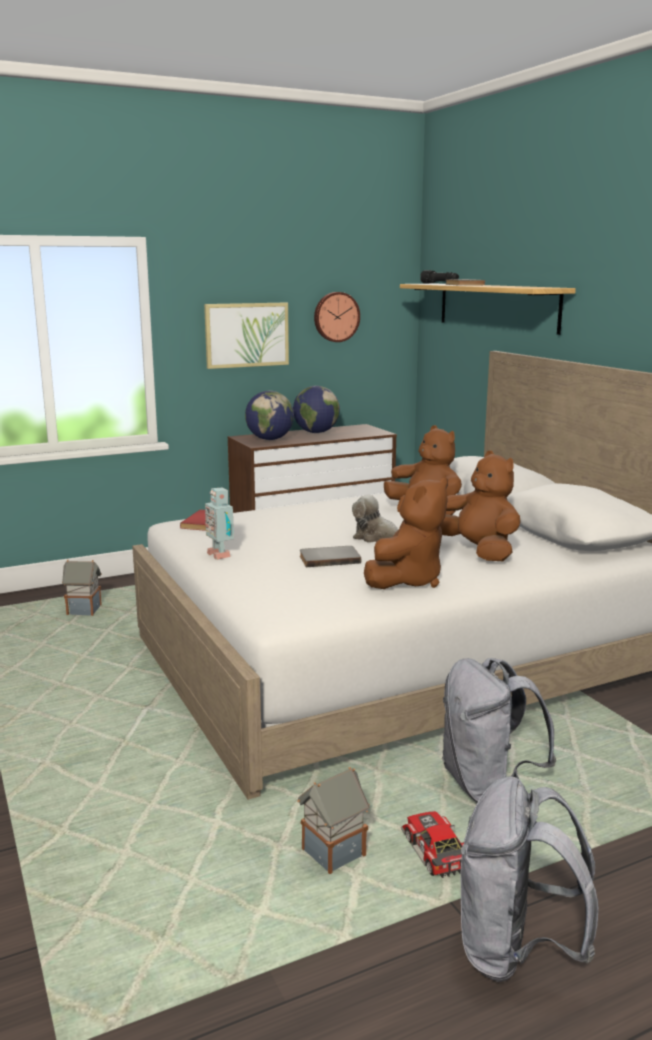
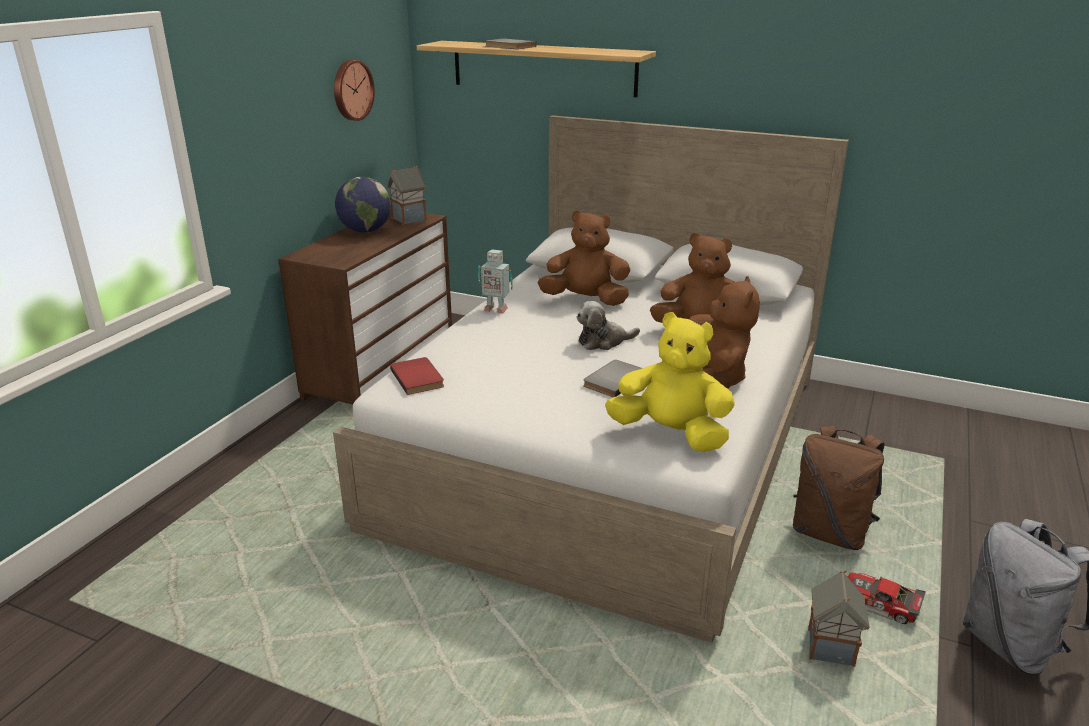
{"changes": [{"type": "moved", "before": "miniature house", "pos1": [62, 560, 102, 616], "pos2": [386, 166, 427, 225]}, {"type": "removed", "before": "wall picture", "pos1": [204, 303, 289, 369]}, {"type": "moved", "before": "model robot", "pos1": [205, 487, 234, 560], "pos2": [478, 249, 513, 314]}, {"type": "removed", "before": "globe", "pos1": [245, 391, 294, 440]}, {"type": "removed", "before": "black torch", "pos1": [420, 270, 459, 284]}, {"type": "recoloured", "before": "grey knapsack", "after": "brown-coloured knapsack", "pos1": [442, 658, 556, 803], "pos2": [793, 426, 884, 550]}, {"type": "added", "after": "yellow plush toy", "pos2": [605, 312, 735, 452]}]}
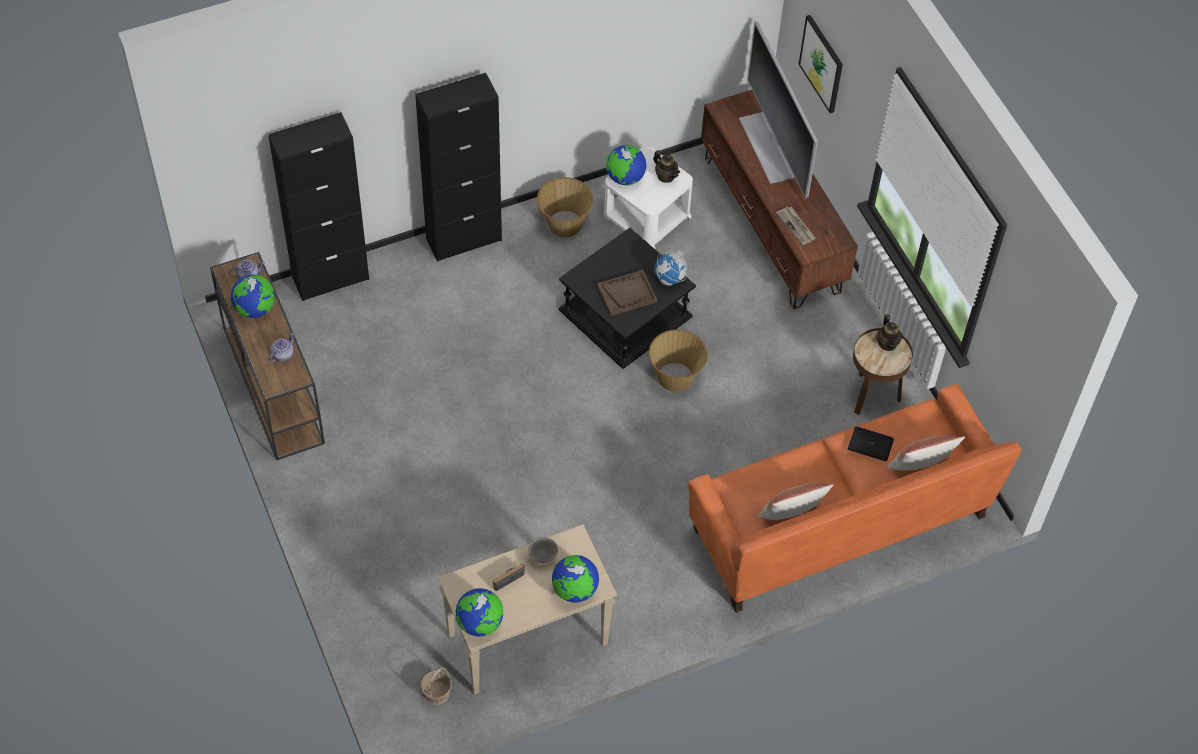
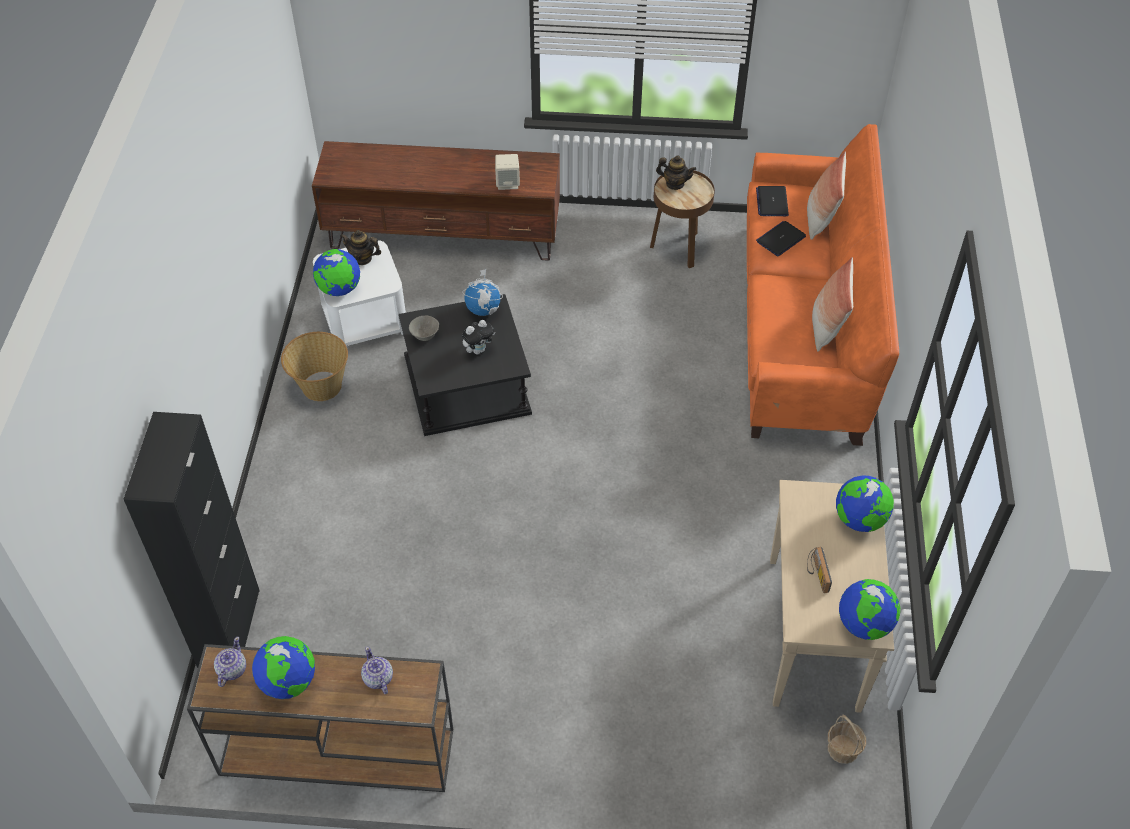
{"changes": [{"type": "removed", "before": "black cupboard", "pos1": [415, 73, 502, 262]}, {"type": "moved", "before": "grey deep dish", "pos1": [528, 537, 558, 563], "pos2": [409, 316, 439, 341]}, {"type": "replaced", "before": "brown-coloured serving tray", "after": "plush toy", "pos1": [597, 270, 657, 316], "pos2": [462, 320, 495, 354]}, {"type": "removed", "before": "household basket", "pos1": [649, 329, 708, 392]}, {"type": "turned", "before": "pot for tea", "pos1": [653, 150, 680, 183], "pos2": [340, 230, 381, 265], "turn": -150}, {"type": "removed", "before": "TV", "pos1": [739, 21, 818, 199]}, {"type": "replaced", "before": "daily paper", "after": "sand-coloured loudspeaker", "pos1": [776, 207, 816, 245], "pos2": [495, 154, 520, 190]}, {"type": "removed", "before": "wall picture", "pos1": [799, 15, 843, 113]}, {"type": "added", "after": "notebook computer", "pos2": [756, 186, 789, 216]}]}
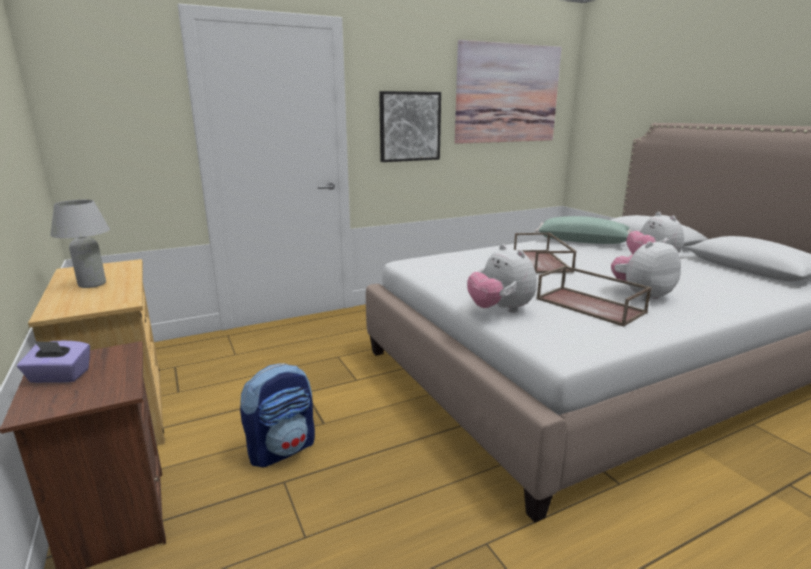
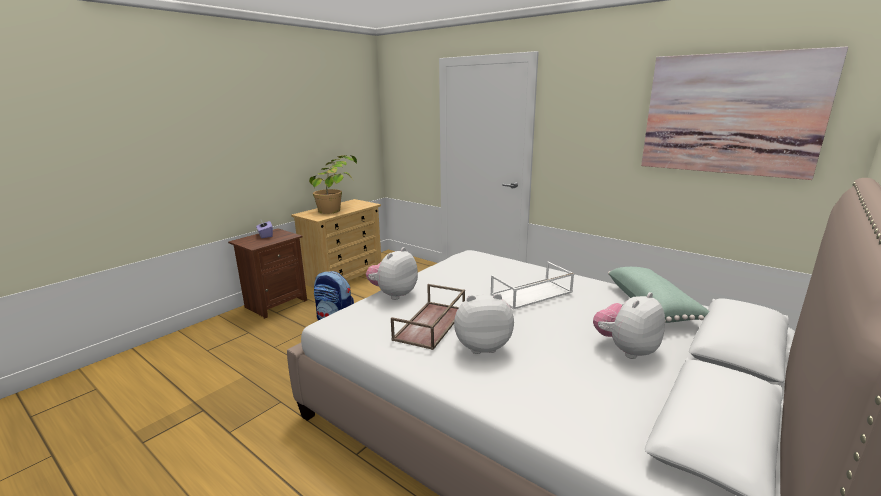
{"changes": [{"type": "replaced", "before": "white-coloured lamp for a table", "after": "houseplant", "pos1": [50, 200, 110, 288], "pos2": [309, 155, 357, 214]}, {"type": "removed", "before": "wall picture", "pos1": [379, 91, 441, 162]}, {"type": "recoloured", "before": "brown-coloured serving tray", "after": "white-coloured serving tray", "pos1": [514, 233, 577, 273], "pos2": [490, 262, 574, 310]}, {"type": "turned", "before": "plush toy", "pos1": [611, 239, 681, 301], "pos2": [454, 293, 514, 354], "turn": -45}]}
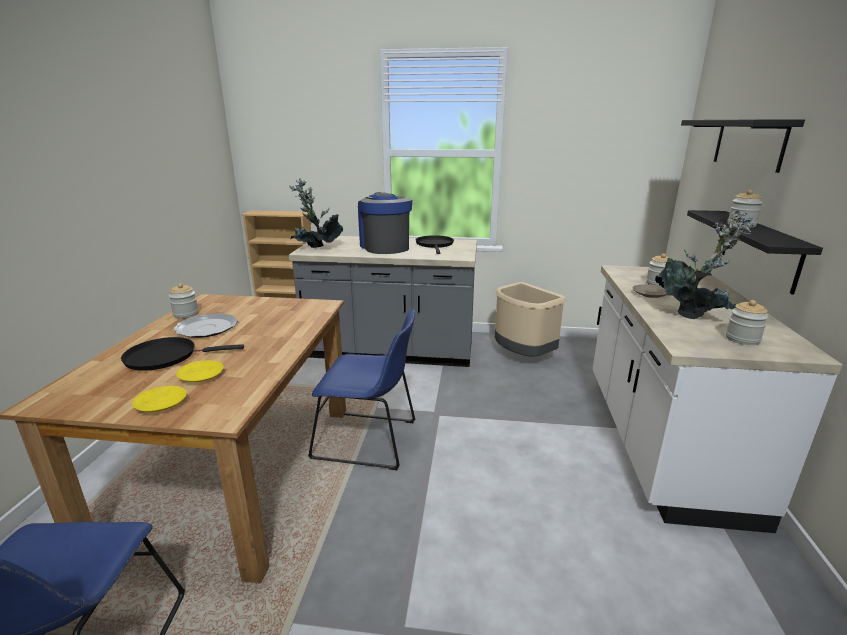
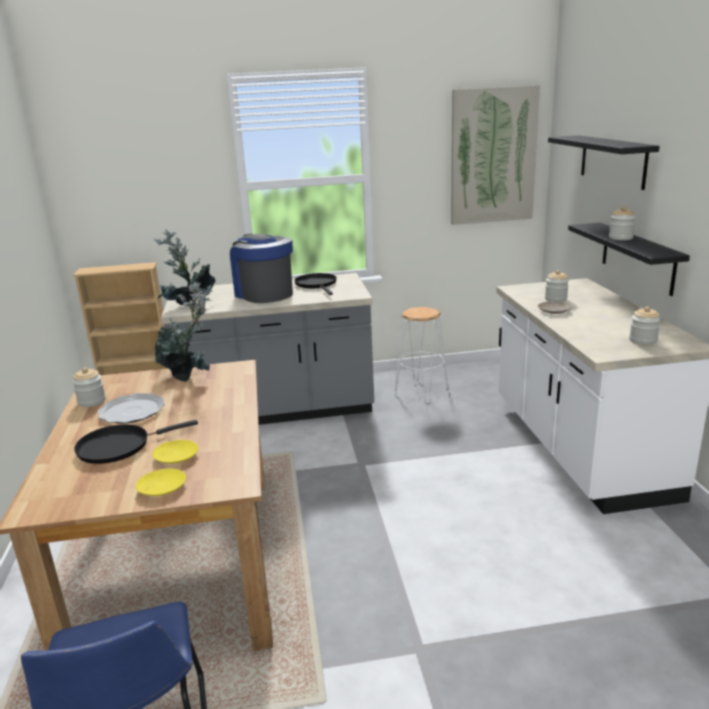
{"changes": [{"type": "removed", "before": "bluish chair", "pos1": [308, 309, 415, 470]}, {"type": "replaced", "before": "sand-coloured trash can", "after": "white-coloured stool", "pos1": [495, 282, 566, 357], "pos2": [395, 307, 449, 403]}, {"type": "moved", "before": "houseplant", "pos1": [655, 211, 754, 319], "pos2": [154, 282, 213, 382]}, {"type": "added", "after": "wall picture", "pos2": [451, 85, 540, 225]}]}
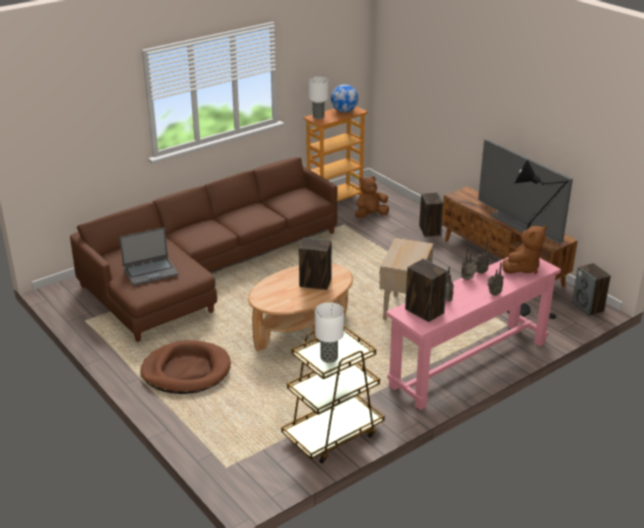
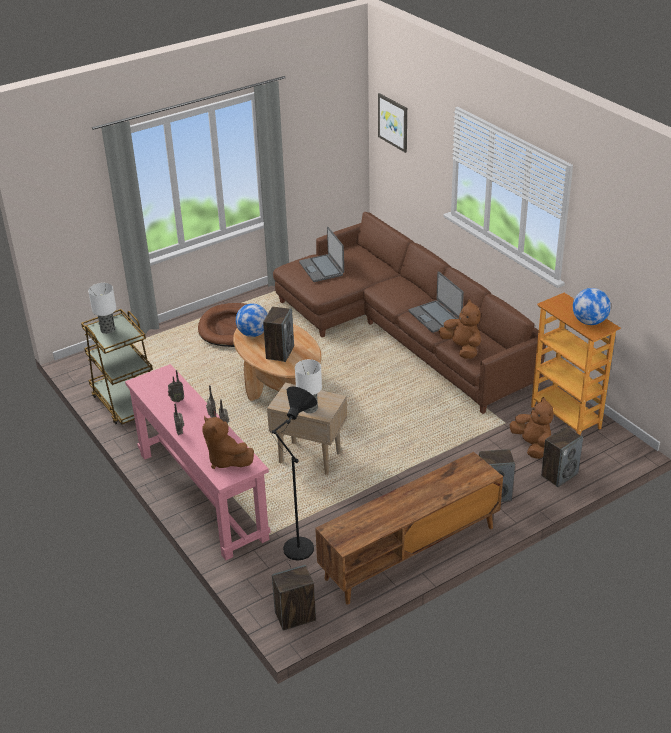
{"changes": [{"type": "moved", "before": "lamp for a table", "pos1": [309, 77, 328, 119], "pos2": [295, 359, 322, 413]}, {"type": "moved", "before": "loudspeaker", "pos1": [405, 259, 448, 322], "pos2": [541, 427, 583, 487]}, {"type": "removed", "before": "TV", "pos1": [478, 139, 573, 244]}, {"type": "added", "after": "globe", "pos2": [236, 304, 268, 337]}, {"type": "added", "after": "wall picture", "pos2": [378, 93, 407, 153]}, {"type": "added", "after": "notebook computer", "pos2": [409, 271, 464, 333]}, {"type": "added", "after": "brown-coloured plush toy", "pos2": [439, 300, 481, 359]}]}
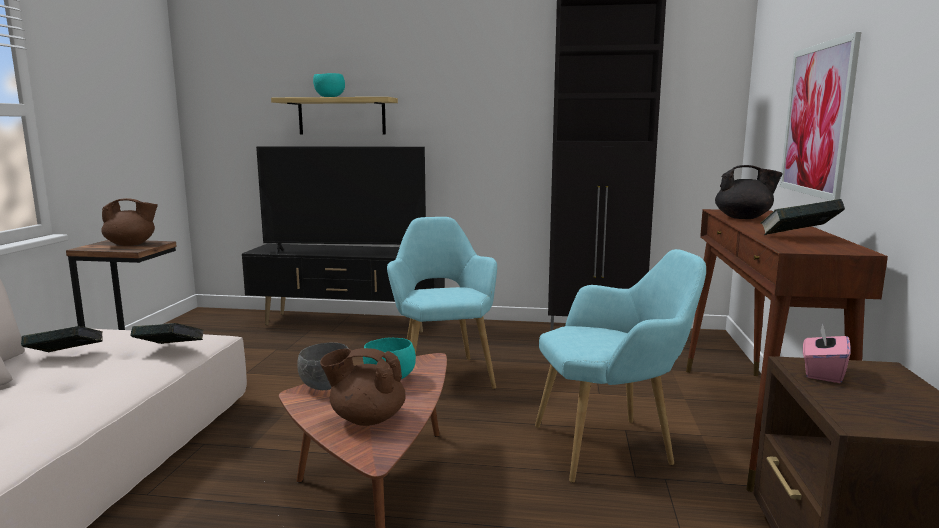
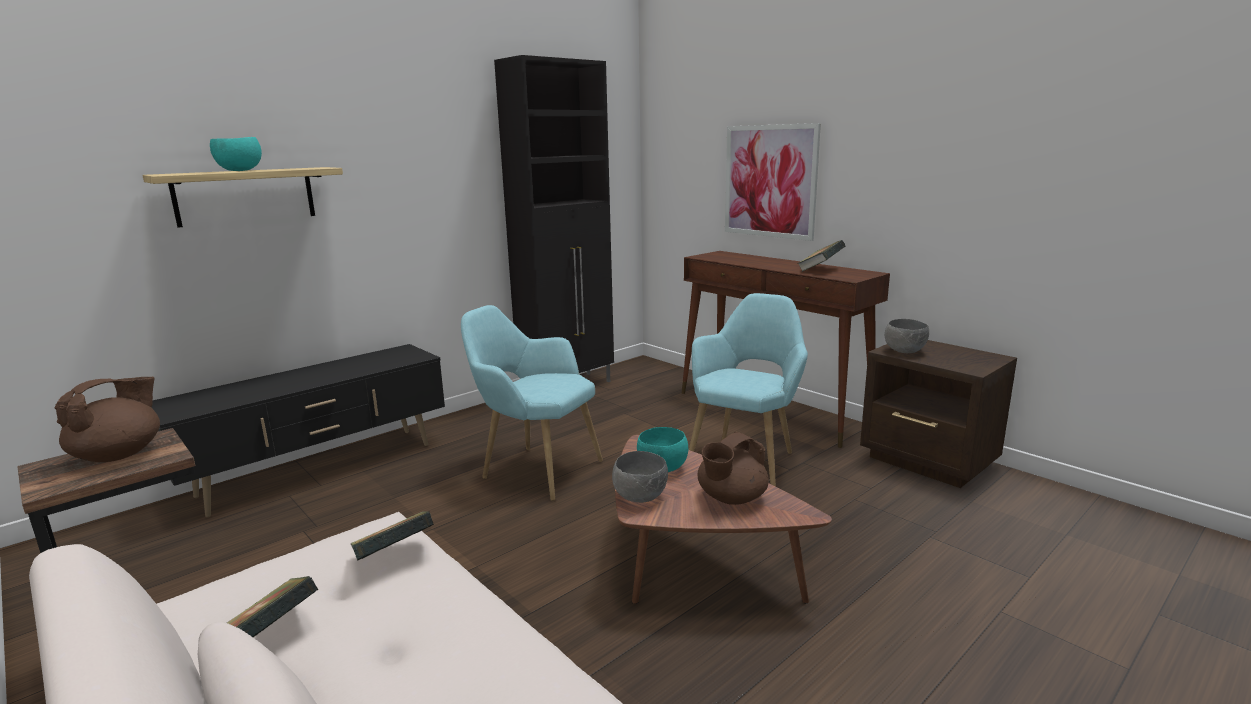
{"changes": [{"type": "removed", "before": "TV", "pos1": [256, 146, 426, 254]}, {"type": "removed", "before": "black pot for tea", "pos1": [715, 165, 783, 219]}, {"type": "replaced", "before": "pink tissue box", "after": "grey deep dish", "pos1": [803, 323, 851, 383], "pos2": [885, 319, 929, 354]}]}
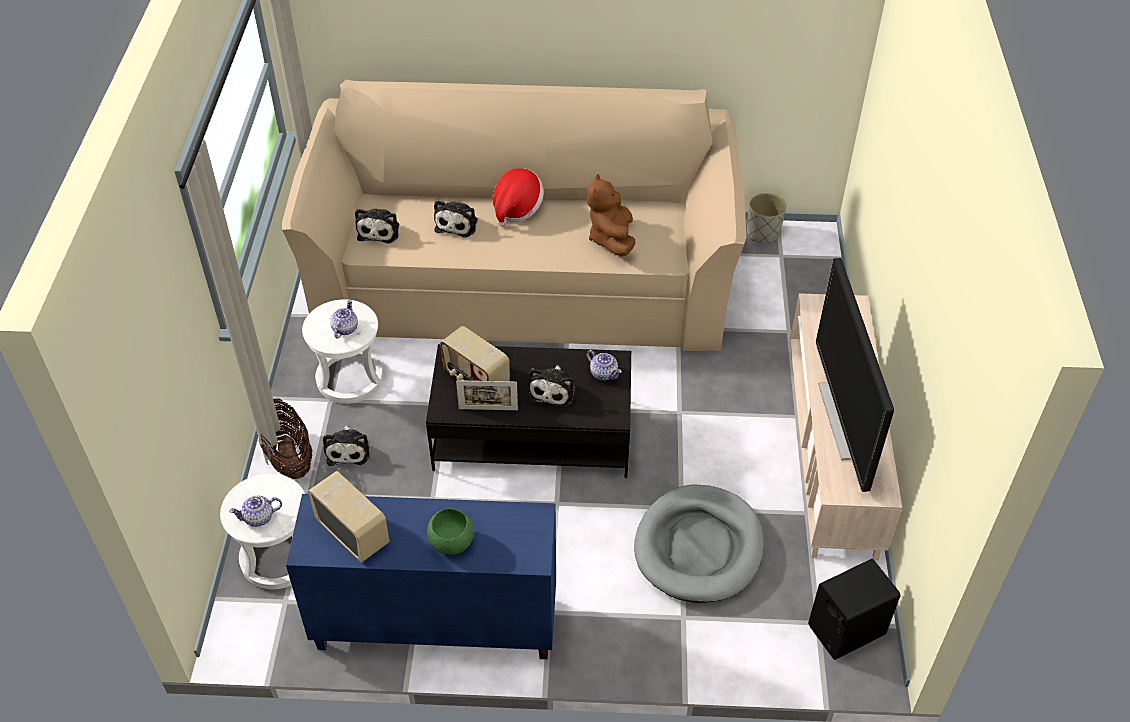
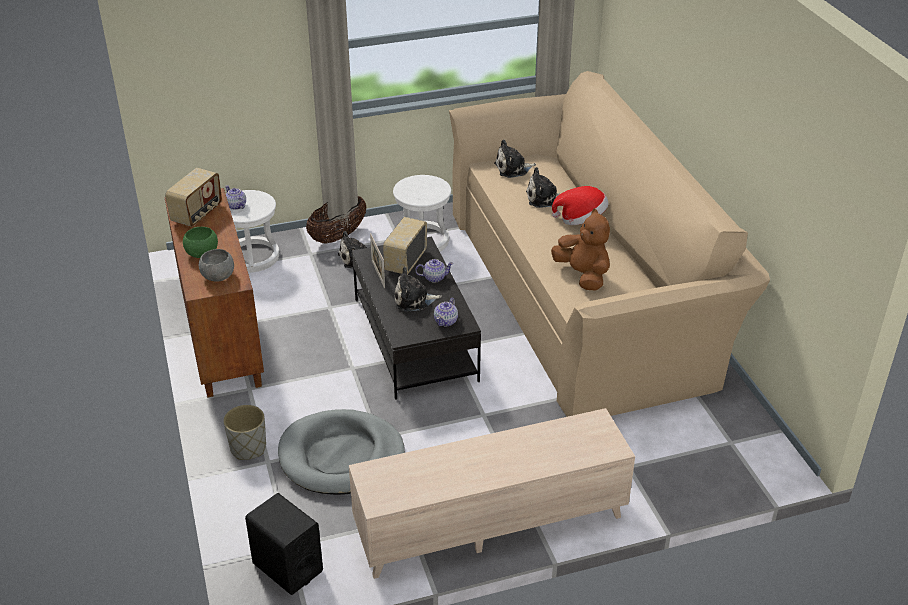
{"changes": [{"type": "recoloured", "before": "bluish cupboard", "after": "brown-coloured cupboard", "pos1": [286, 494, 556, 659], "pos2": [164, 188, 264, 398]}, {"type": "moved", "before": "pot for tea", "pos1": [330, 300, 358, 338], "pos2": [415, 259, 454, 282]}, {"type": "turned", "before": "brown-coloured plush toy", "pos1": [587, 174, 636, 257], "pos2": [551, 209, 610, 291], "turn": 75}, {"type": "moved", "before": "grey planter", "pos1": [747, 193, 786, 243], "pos2": [223, 405, 266, 460]}, {"type": "removed", "before": "TV", "pos1": [816, 258, 894, 492]}, {"type": "added", "after": "grey deep dish", "pos2": [199, 249, 234, 282]}]}
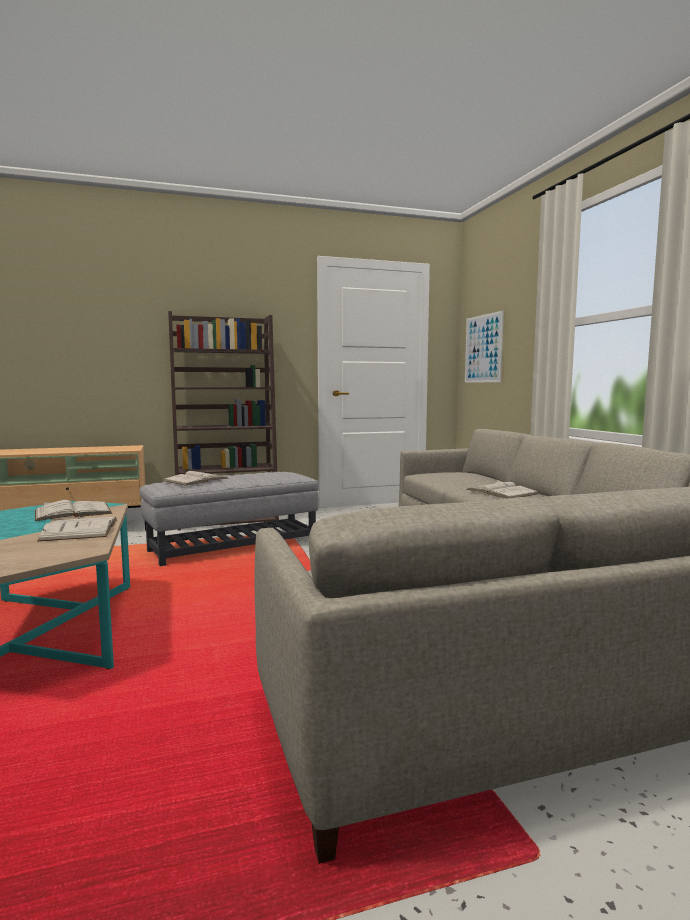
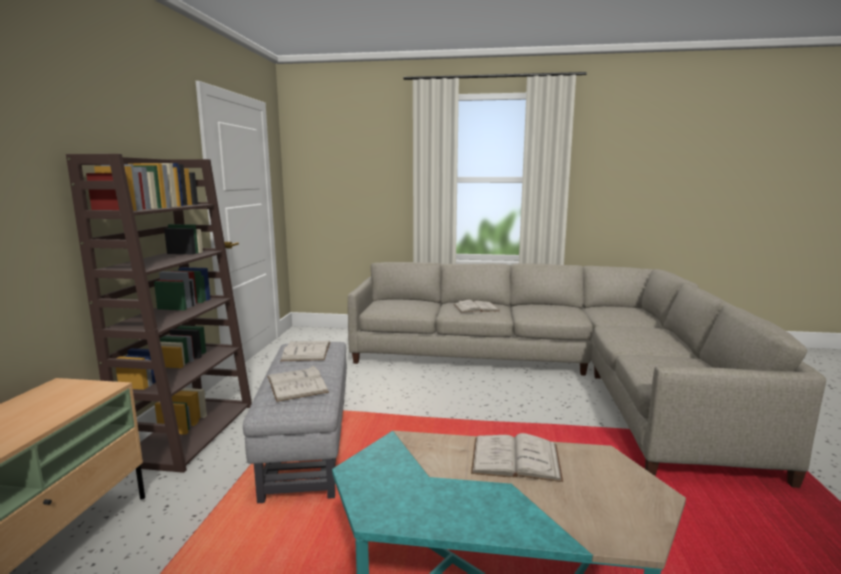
{"changes": [{"type": "moved", "before": "white-coloured volume", "pos1": [35, 500, 112, 521], "pos2": [281, 341, 330, 361]}, {"type": "removed", "before": "wall picture", "pos1": [465, 310, 504, 383]}]}
